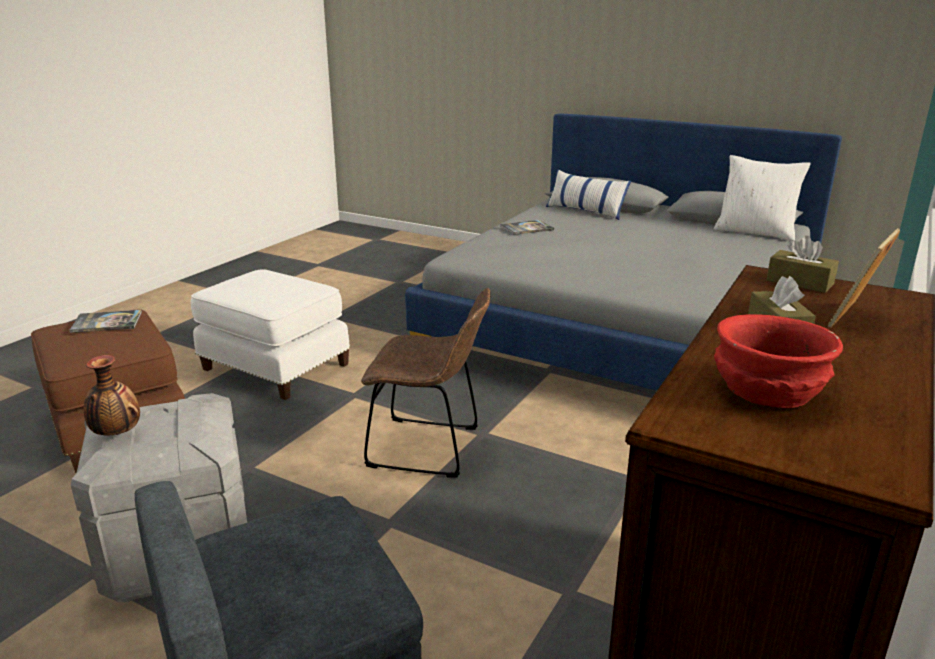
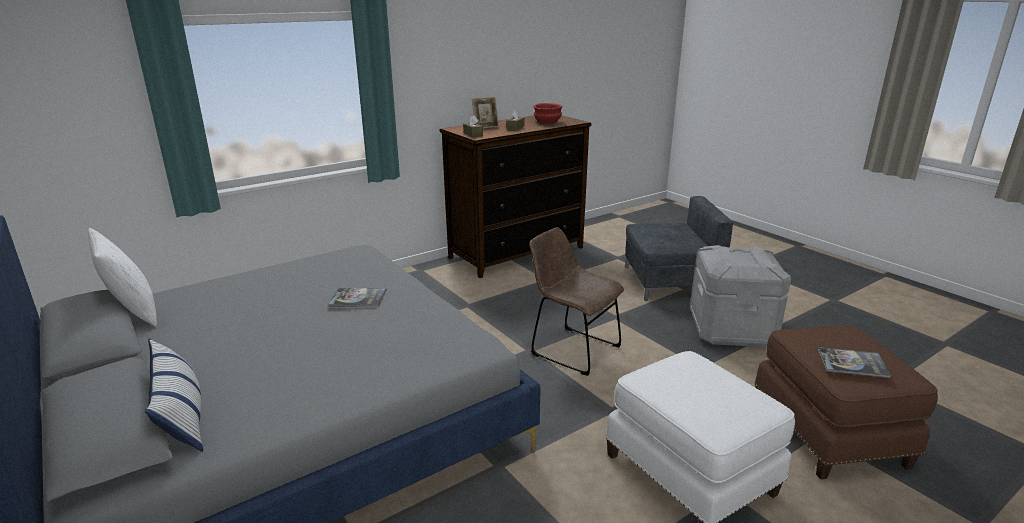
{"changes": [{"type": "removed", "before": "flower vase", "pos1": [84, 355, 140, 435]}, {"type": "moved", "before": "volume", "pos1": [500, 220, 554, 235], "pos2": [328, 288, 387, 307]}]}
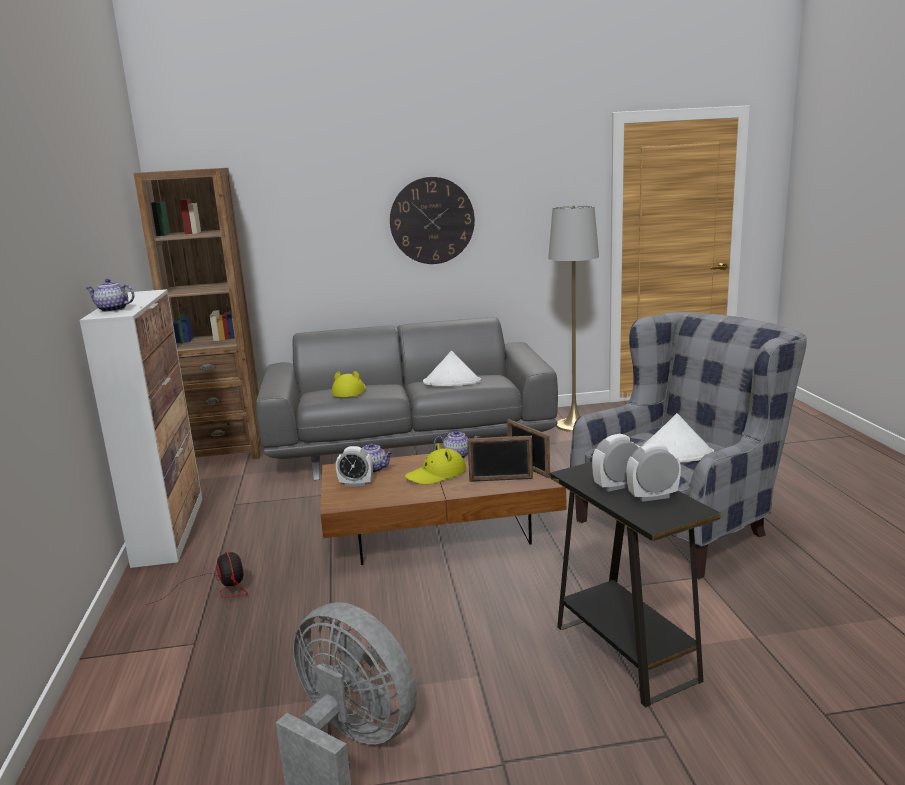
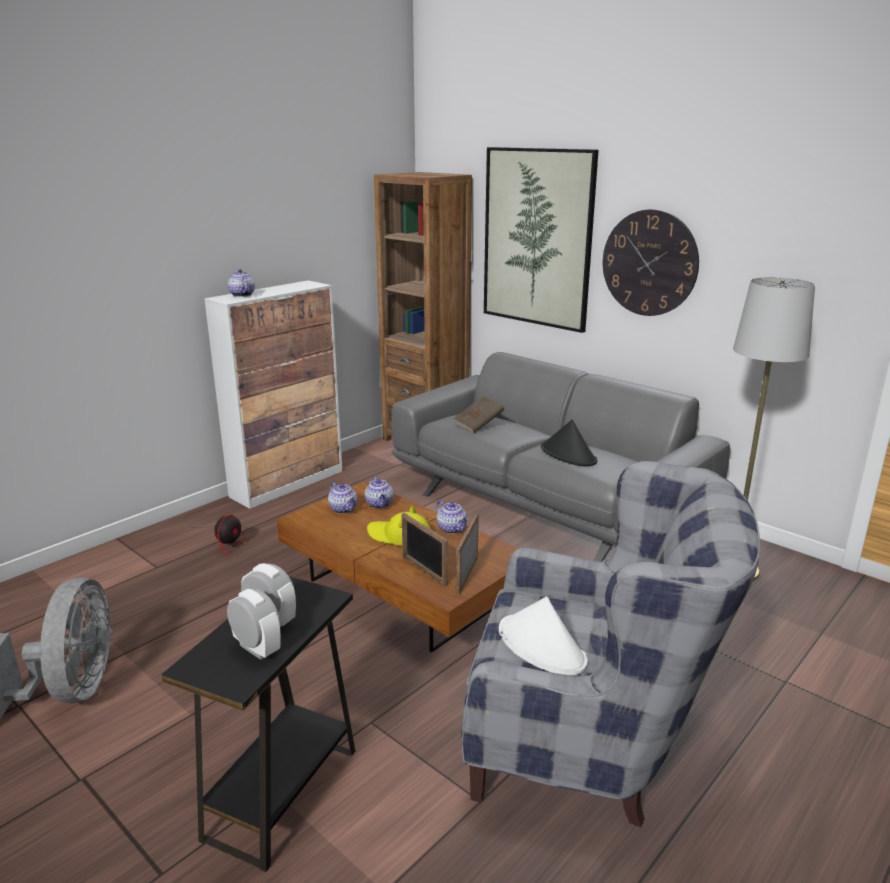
{"changes": [{"type": "replaced", "before": "yellow clothing hat", "after": "brown-coloured volume", "pos1": [332, 371, 366, 397], "pos2": [453, 396, 504, 434]}, {"type": "replaced", "before": "table clock", "after": "pot for tea", "pos1": [336, 446, 373, 486], "pos2": [328, 482, 357, 514]}, {"type": "recoloured", "before": "white-coloured clothing hat", "after": "black clothing hat", "pos1": [423, 351, 481, 386], "pos2": [541, 420, 597, 466]}, {"type": "added", "after": "wall picture", "pos2": [484, 147, 599, 333]}]}
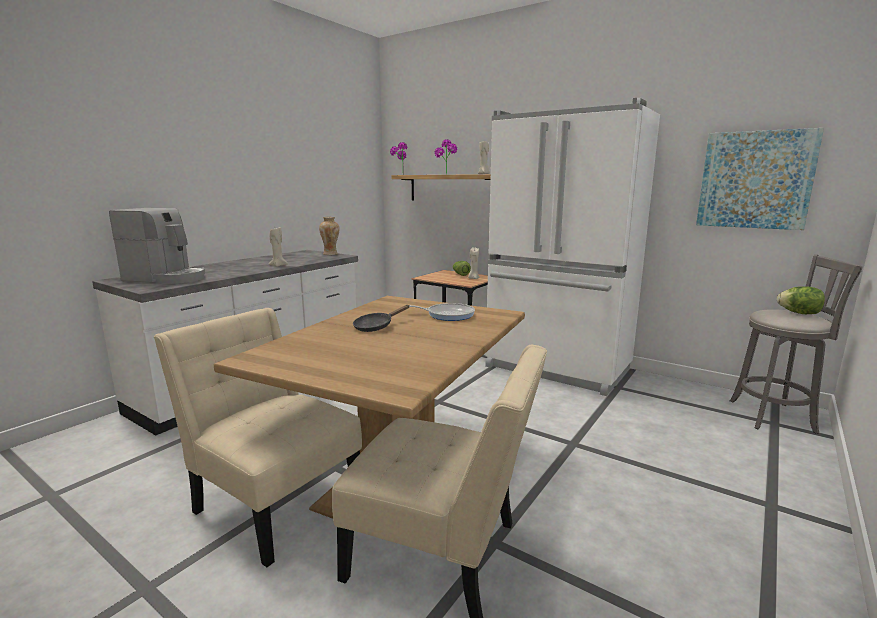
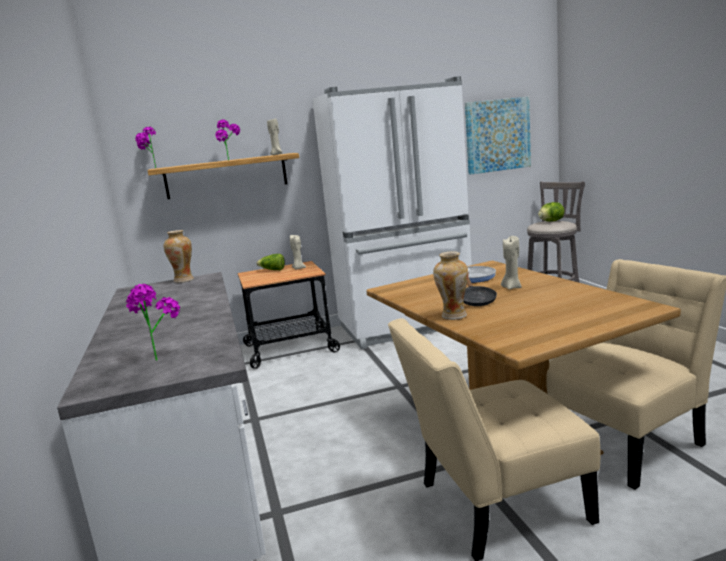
{"changes": [{"type": "replaced", "before": "coffee brewer", "after": "houseplant", "pos1": [109, 208, 205, 284], "pos2": [126, 284, 180, 361]}, {"type": "moved", "before": "sand-coloured wax candle", "pos1": [269, 227, 288, 267], "pos2": [501, 236, 522, 289]}, {"type": "added", "after": "flower vase", "pos2": [433, 251, 468, 320]}]}
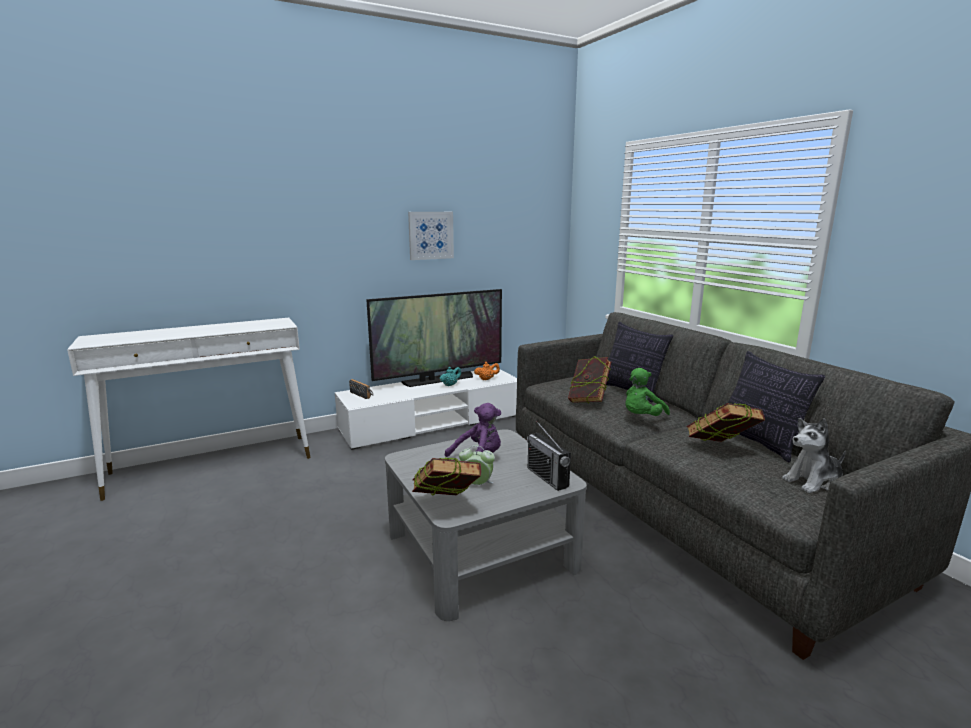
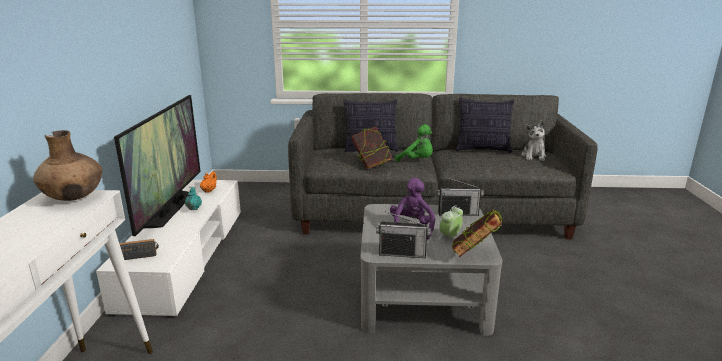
{"changes": [{"type": "removed", "before": "wall picture", "pos1": [408, 212, 454, 260]}, {"type": "turned", "before": "green-coloured plush toy", "pos1": [625, 368, 670, 416], "pos2": [395, 124, 433, 162], "turn": -45}, {"type": "removed", "before": "volume", "pos1": [686, 403, 765, 442]}, {"type": "added", "after": "brown-coloured flower vase", "pos2": [33, 130, 102, 201]}, {"type": "added", "after": "radio", "pos2": [376, 211, 431, 258]}]}
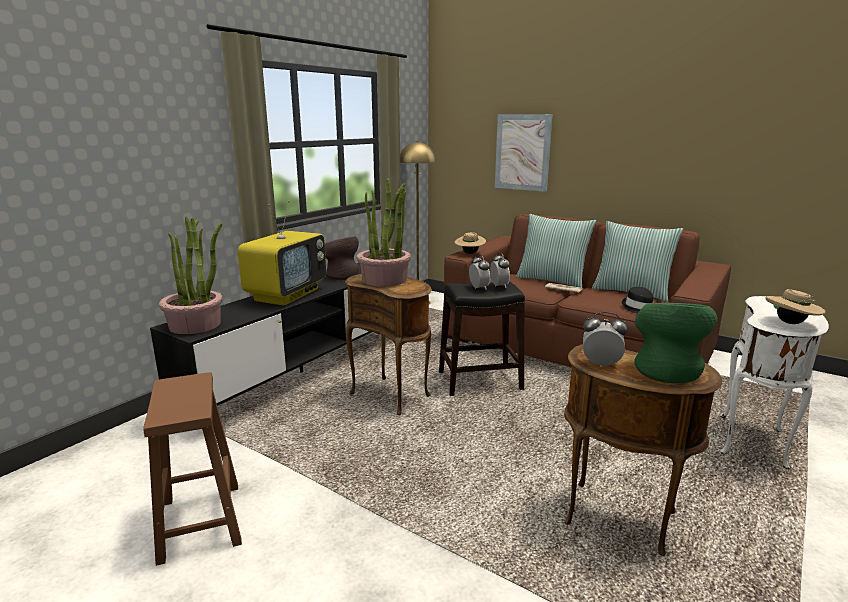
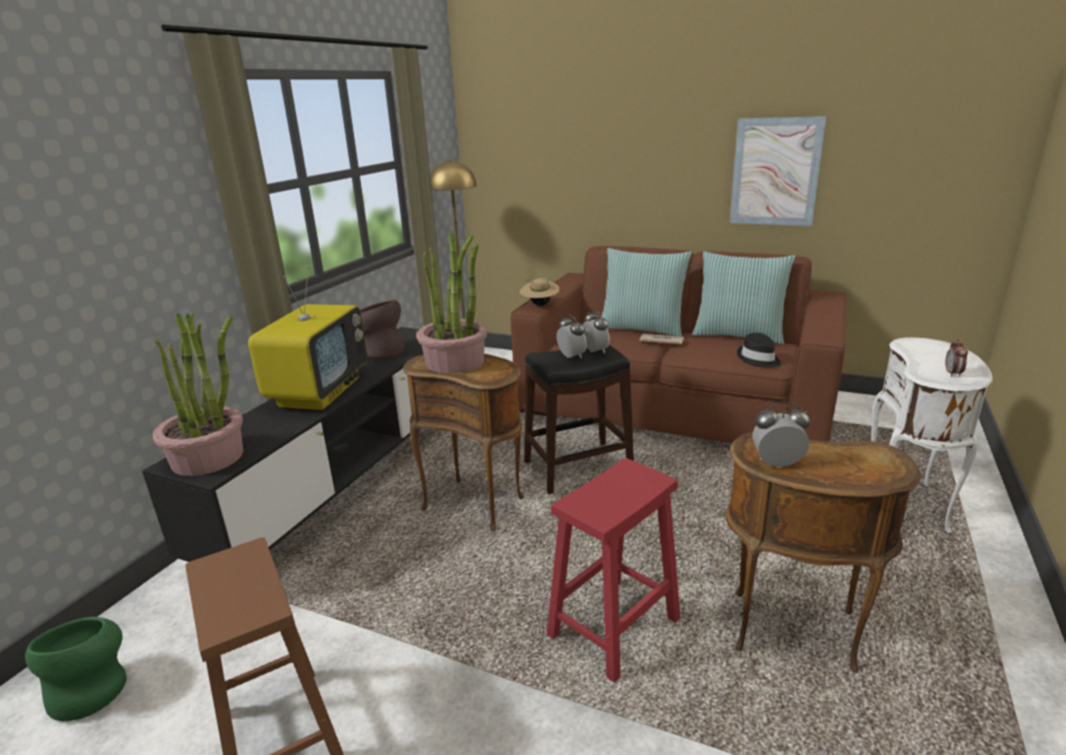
{"changes": [{"type": "moved", "before": "wall picture", "pos1": [495, 114, 552, 192], "pos2": [730, 116, 826, 226]}, {"type": "moved", "before": "green-coloured flower vase", "pos1": [634, 303, 718, 383], "pos2": [25, 617, 127, 721]}, {"type": "replaced", "before": "sand-coloured clothing hat", "after": "table clock", "pos1": [765, 289, 826, 324], "pos2": [945, 338, 968, 377]}, {"type": "added", "after": "red stool", "pos2": [547, 458, 680, 683]}]}
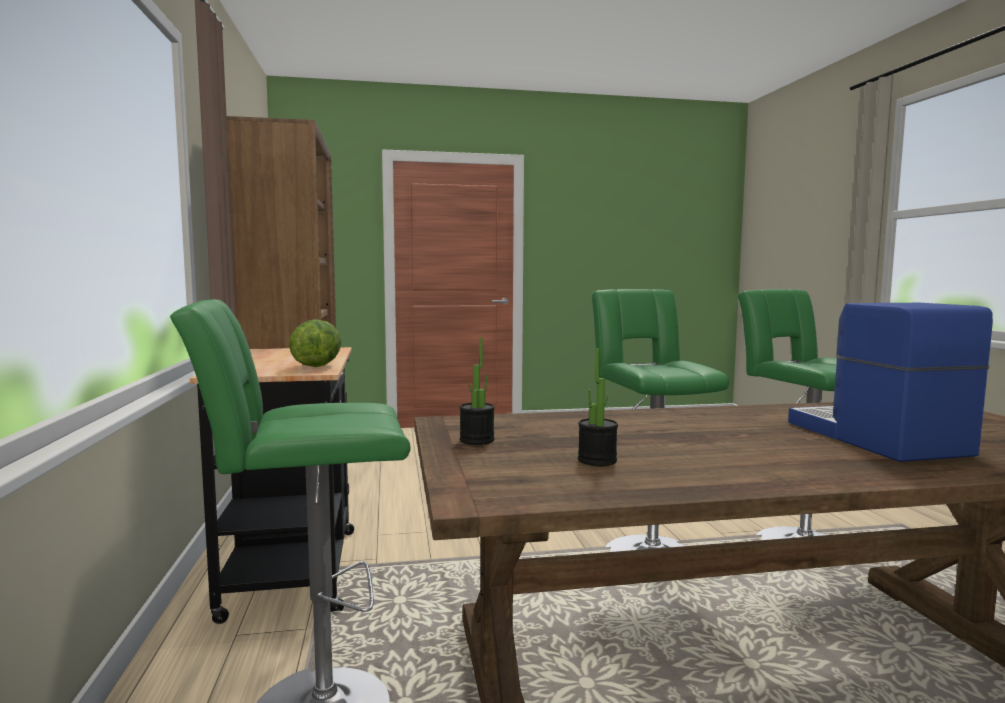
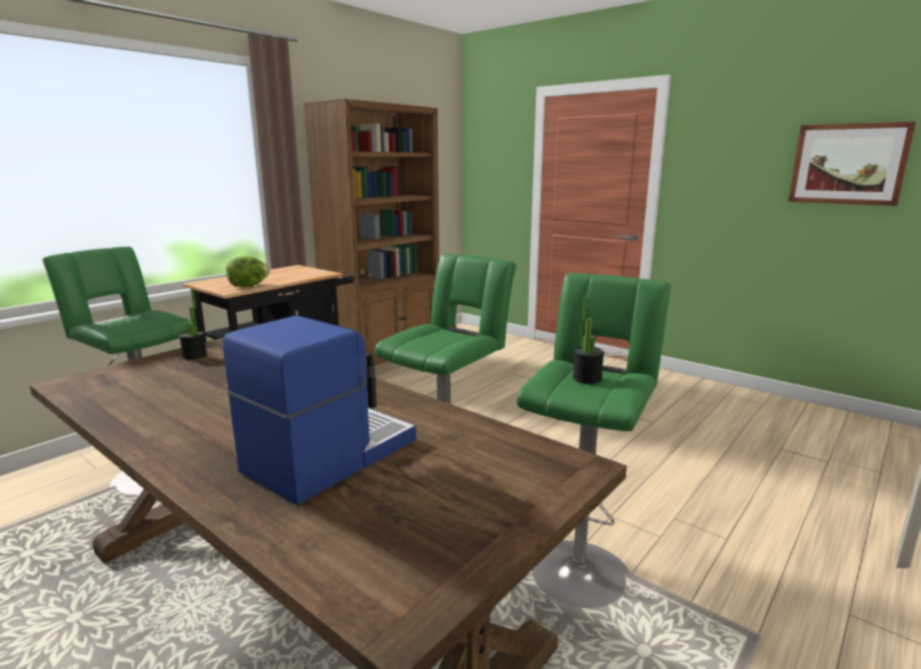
{"changes": [{"type": "moved", "before": "houseplant", "pos1": [578, 348, 618, 466], "pos2": [573, 295, 604, 384]}, {"type": "added", "after": "wall picture", "pos2": [788, 121, 916, 206]}]}
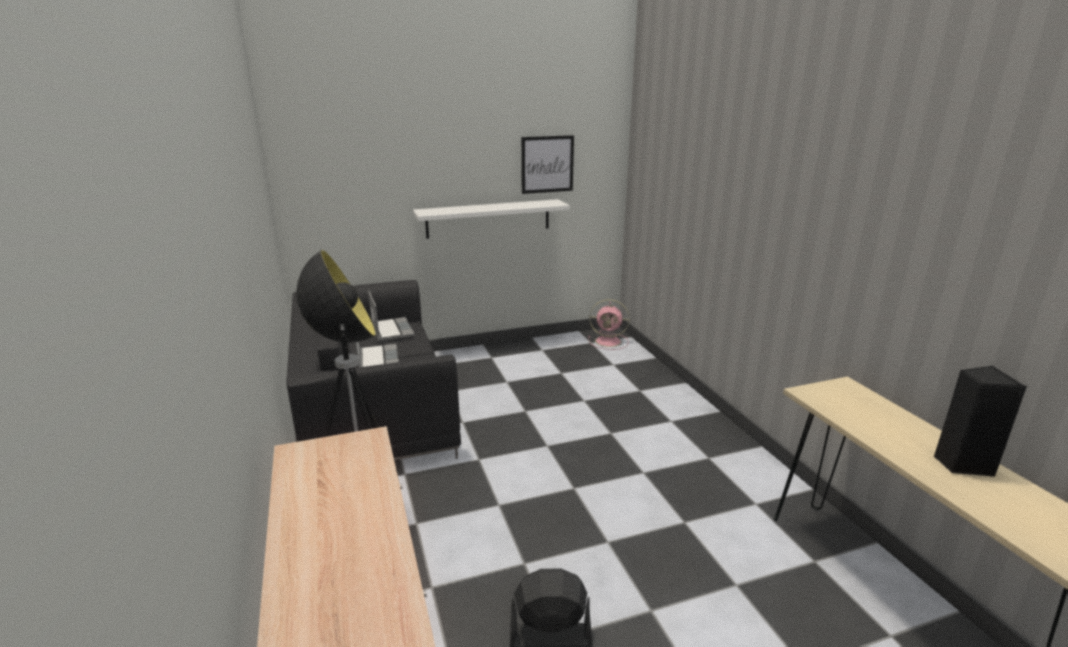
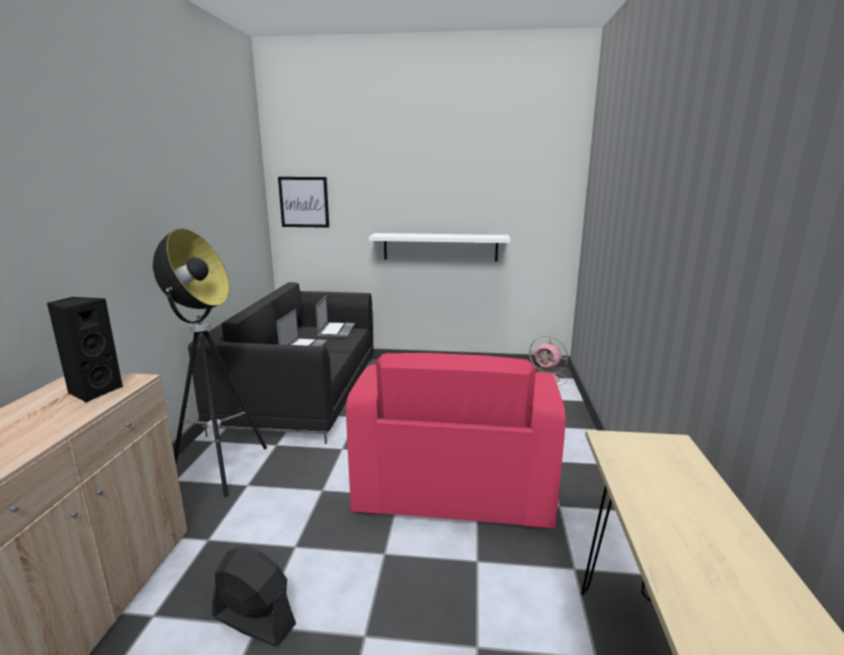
{"changes": [{"type": "moved", "before": "wall picture", "pos1": [521, 135, 574, 194], "pos2": [278, 177, 329, 228]}, {"type": "moved", "before": "black loudspeaker", "pos1": [933, 366, 1027, 477], "pos2": [46, 297, 123, 403]}, {"type": "added", "after": "pink easy chair", "pos2": [346, 353, 566, 528]}]}
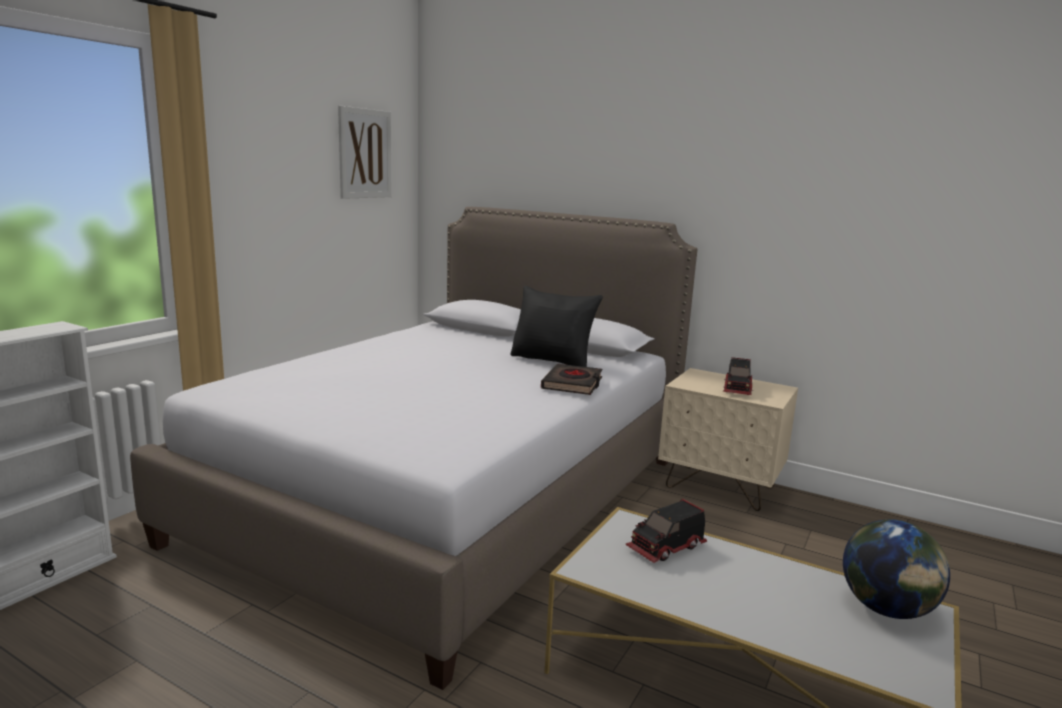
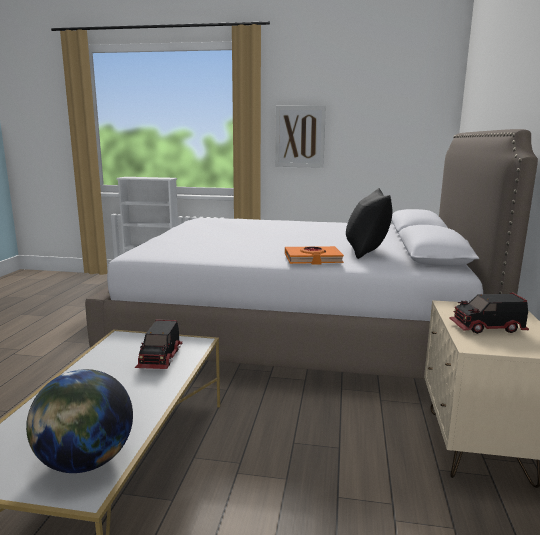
{"changes": [{"type": "moved", "before": "wall picture", "pos1": [338, 106, 392, 199], "pos2": [275, 105, 326, 168]}, {"type": "recoloured", "before": "black volume", "after": "orange-coloured volume", "pos1": [541, 364, 602, 395], "pos2": [285, 246, 344, 265]}, {"type": "turned", "before": "toy lorry", "pos1": [625, 499, 707, 563], "pos2": [134, 319, 182, 369], "turn": -120}]}
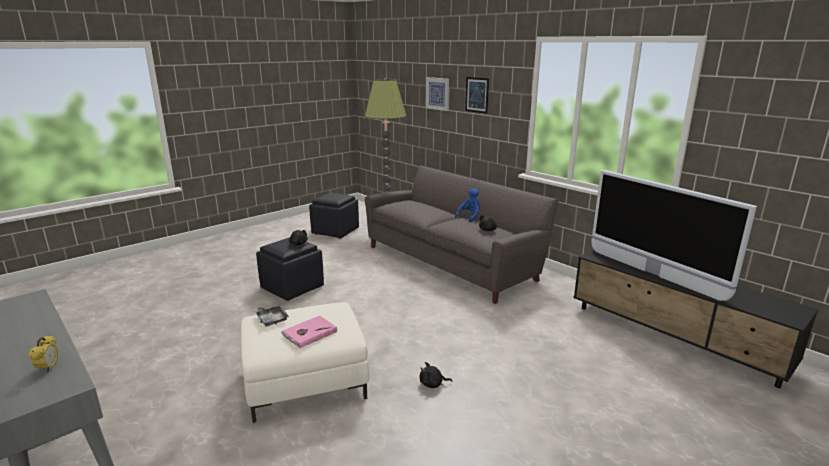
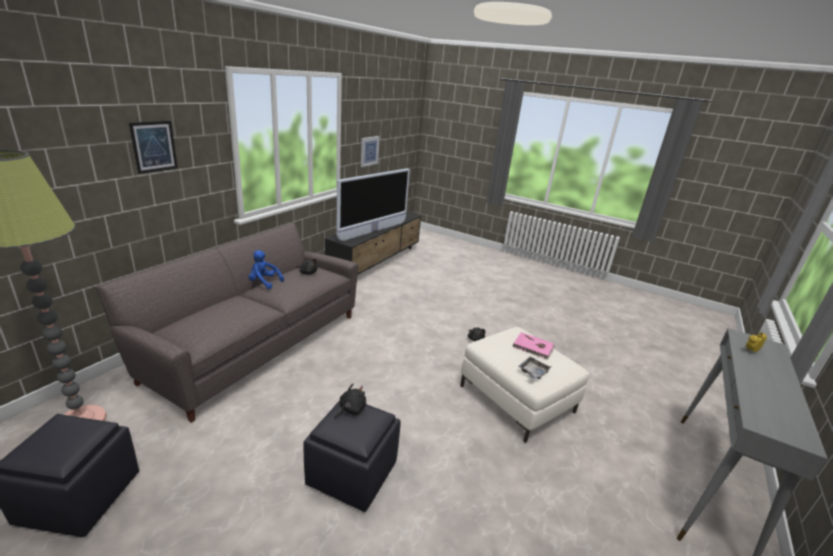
{"changes": [{"type": "moved", "before": "wall picture", "pos1": [426, 77, 449, 111], "pos2": [361, 136, 380, 167]}]}
